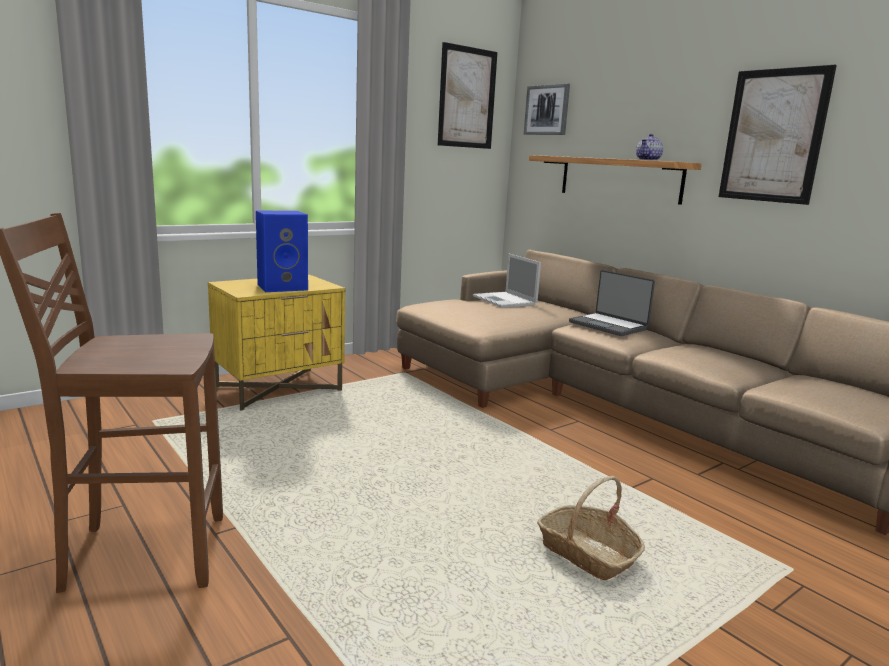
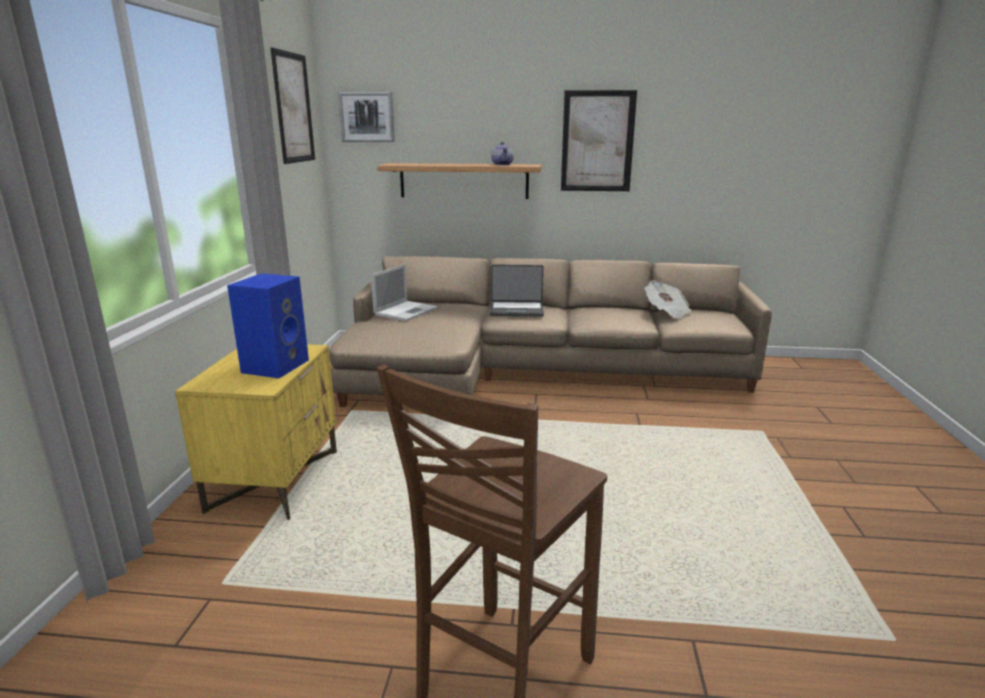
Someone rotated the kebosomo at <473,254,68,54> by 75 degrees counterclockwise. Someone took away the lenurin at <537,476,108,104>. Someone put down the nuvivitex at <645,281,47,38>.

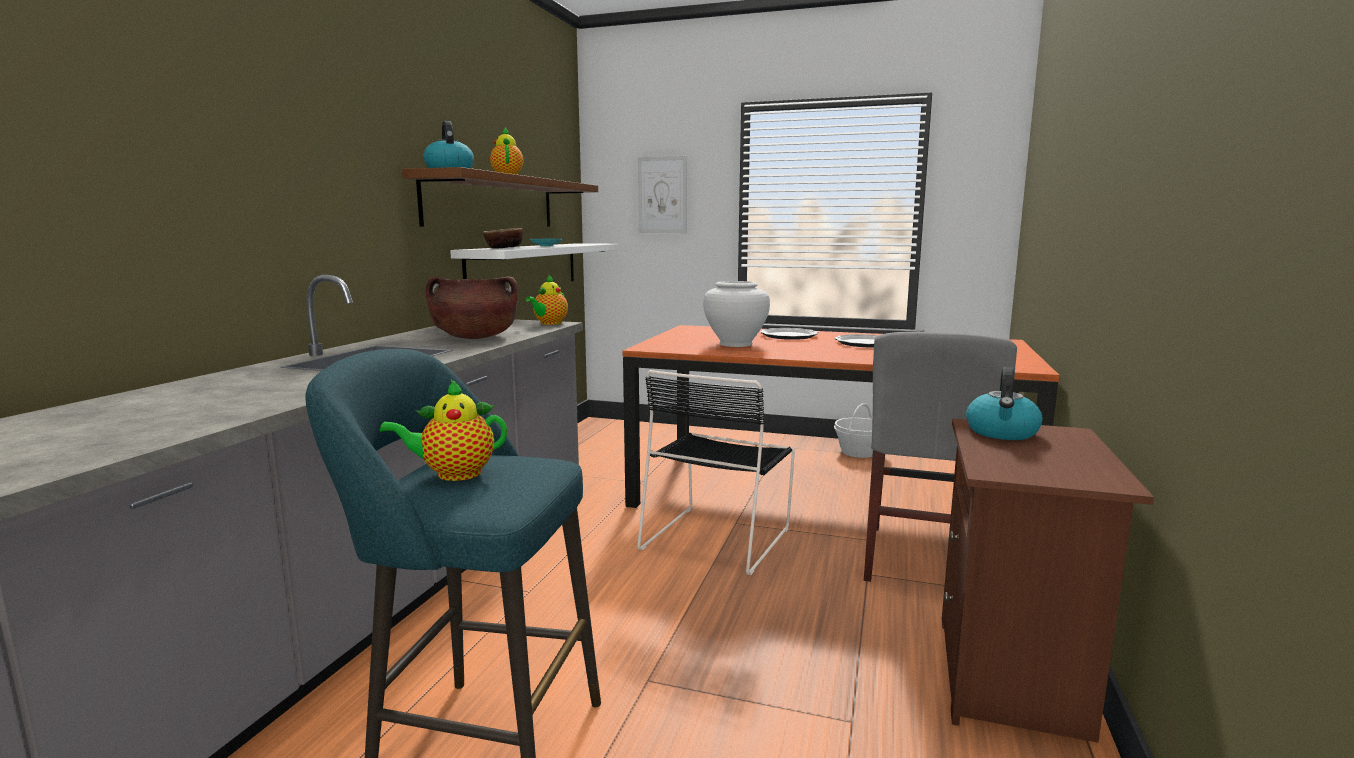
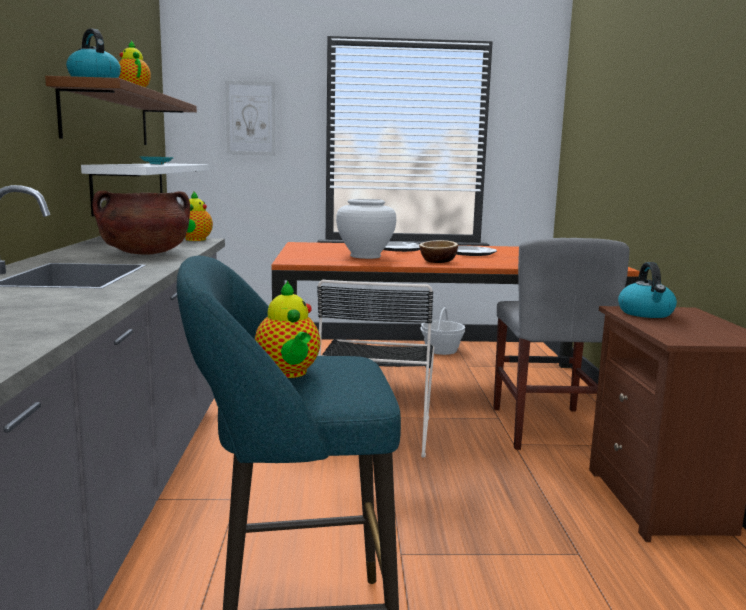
Someone carried the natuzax from <483,228,40,21> to <419,240,39,23>. Someone rotated the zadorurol at <379,380,128,101> by 75 degrees counterclockwise.

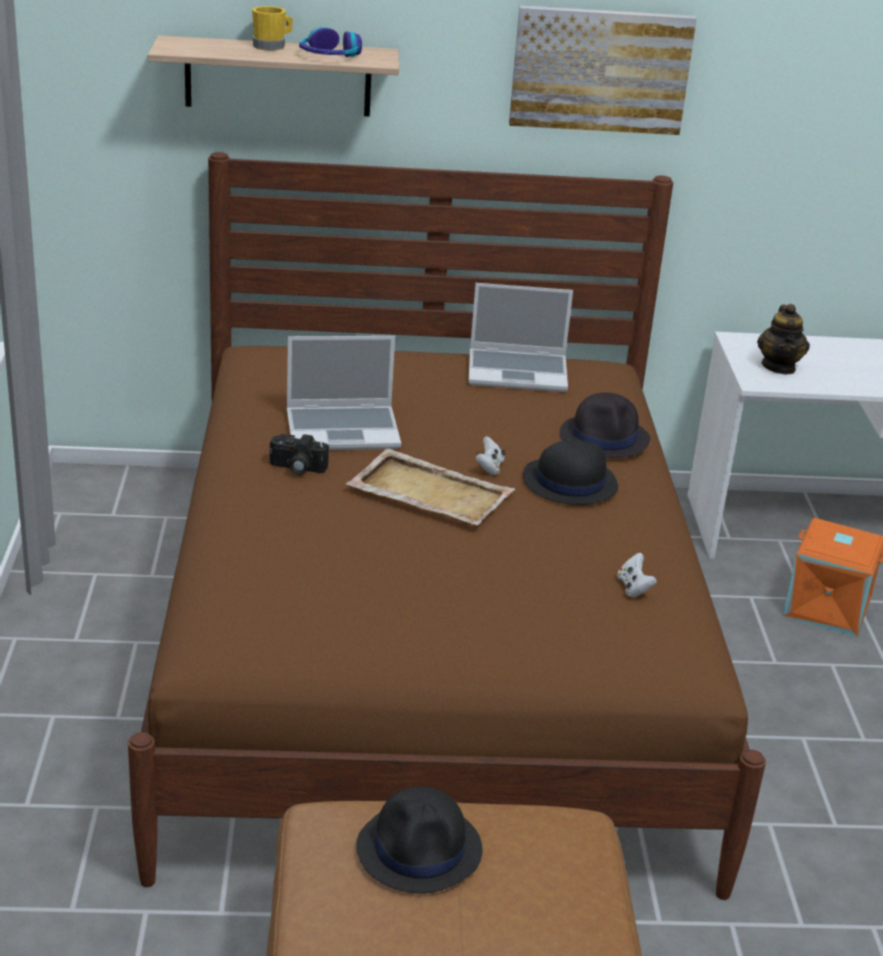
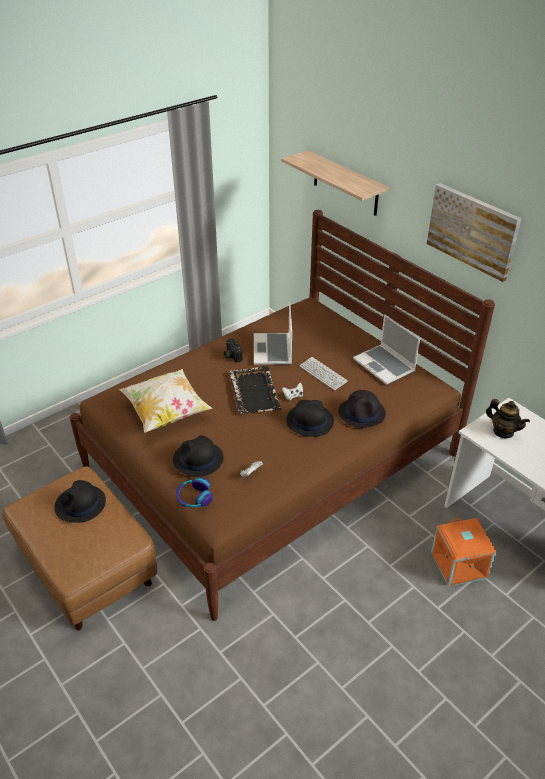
Someone took away the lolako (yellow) at <252,6,41,45>. Someone carried the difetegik from <299,27,63,30> to <176,477,37,30>. Someone rotated the zadorurol at <757,304,53,71> by 105 degrees counterclockwise. Someone rotated the kebosomo at <287,336,114,114> by 45 degrees clockwise. Someone repainted the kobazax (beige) at <346,448,169,77>, which became the kobazax (black) at <229,366,52,47>. Someone put down the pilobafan at <299,357,49,33>. Someone put down the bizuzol at <119,369,93,64>. Someone put down the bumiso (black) at <173,435,50,42>.

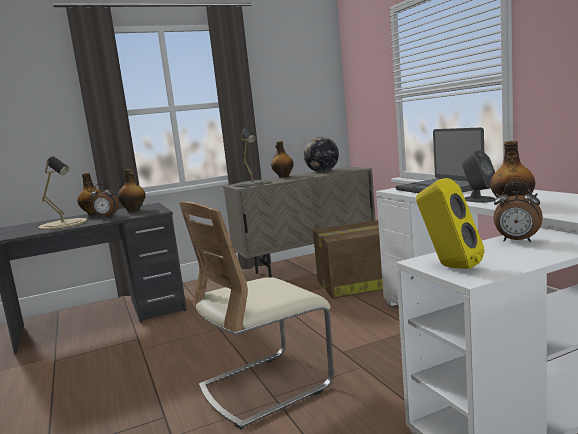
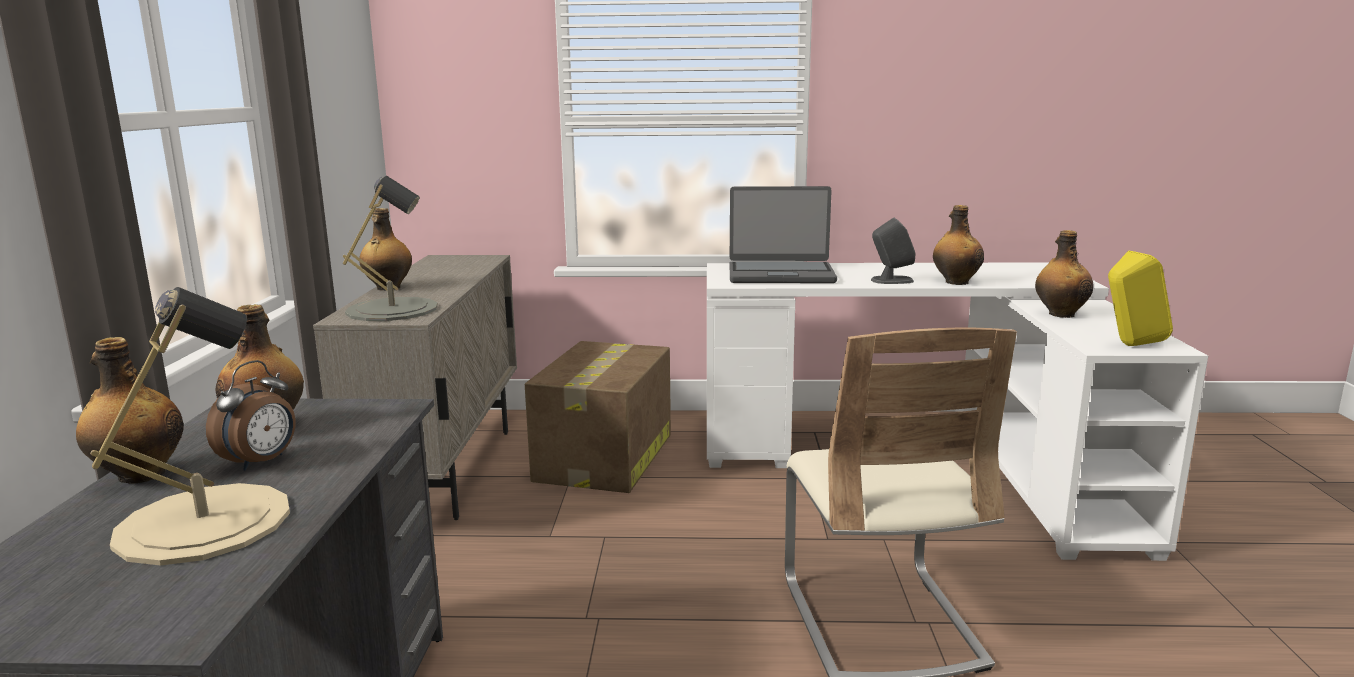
Someone took away the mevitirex at <304,137,35,35>. Someone swapped the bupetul at <493,182,50,60> for the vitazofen at <1035,230,59,88>.

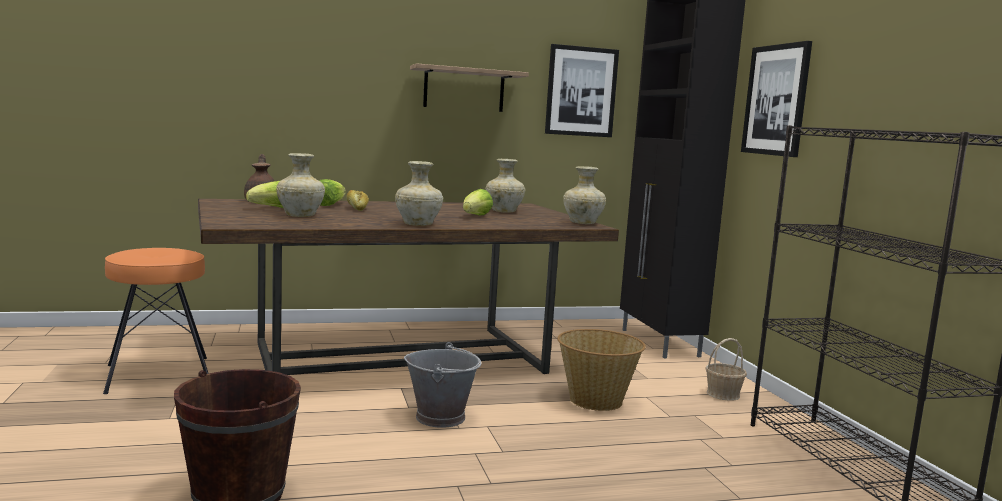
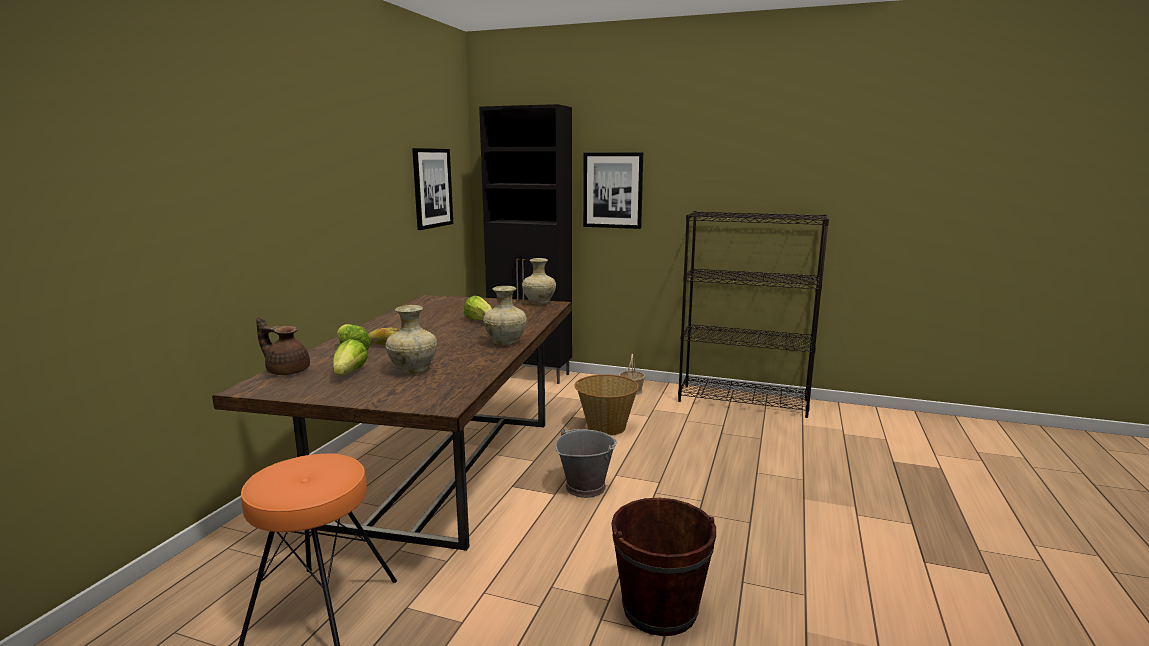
Someone took away the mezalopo at <410,63,119,49>. Someone took away the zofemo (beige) at <486,159,39,54>.

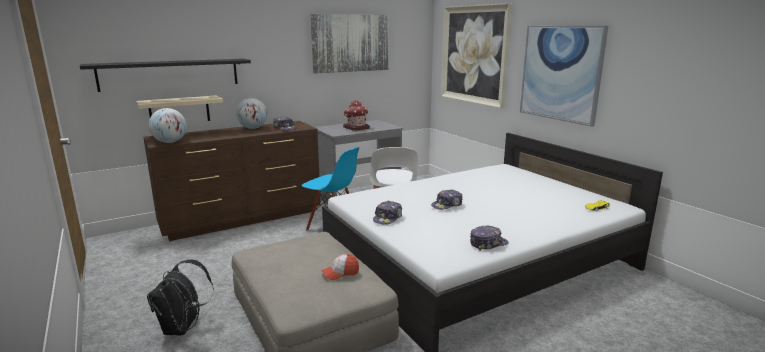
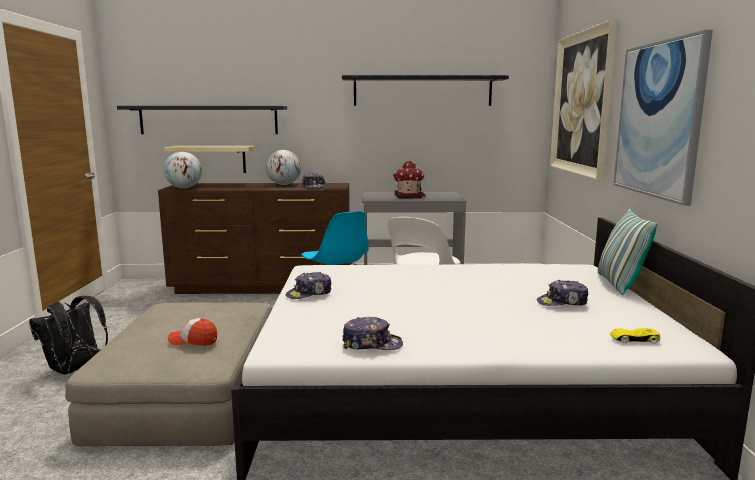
Someone swapped the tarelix at <311,14,78,60> for the mezalopo (black) at <342,75,167,31>. Someone carried the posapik from <431,189,31,21> to <537,280,51,26>. Someone put down the bizuzol at <598,208,60,87>.

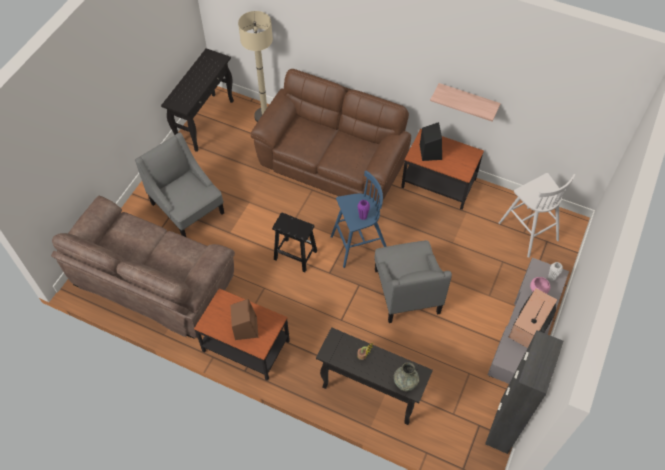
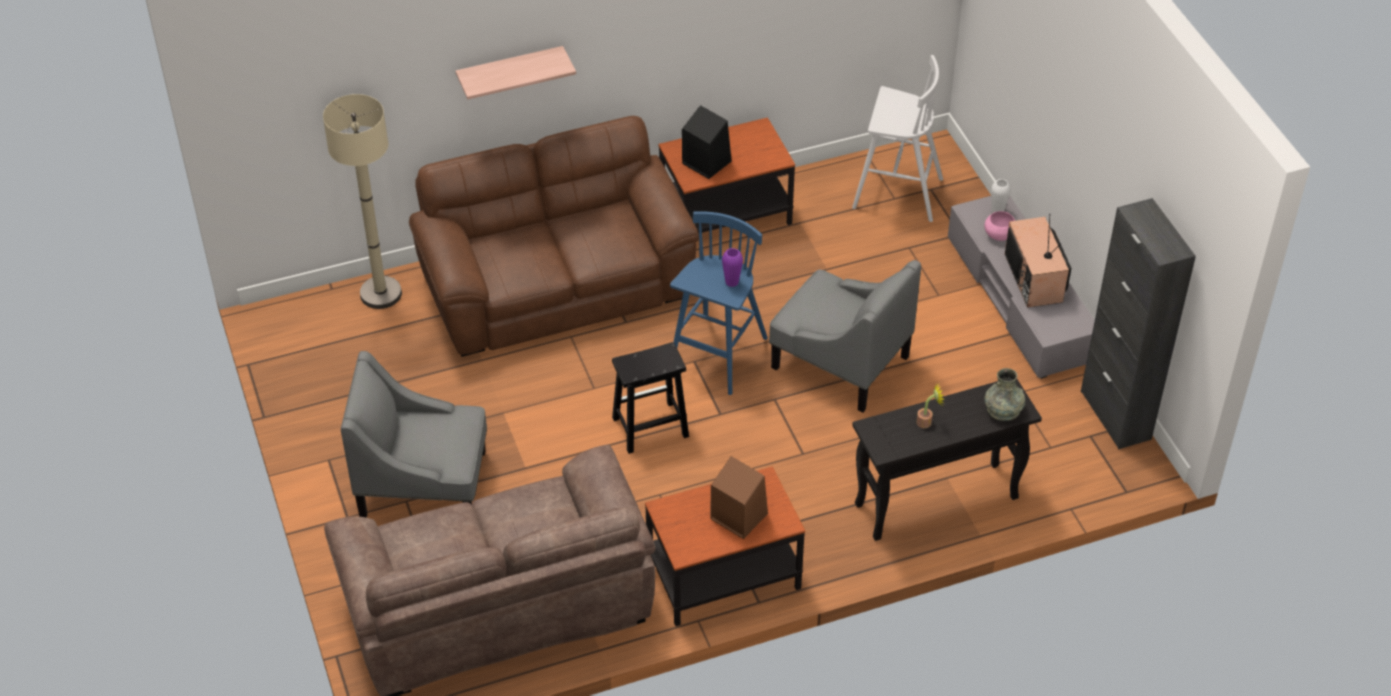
Someone took away the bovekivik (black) at <161,48,73,104>. Someone carried the mezalopo from <430,83,71,39> to <455,46,121,53>.

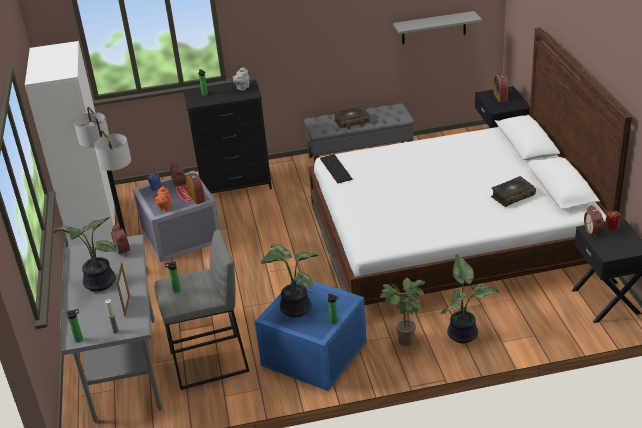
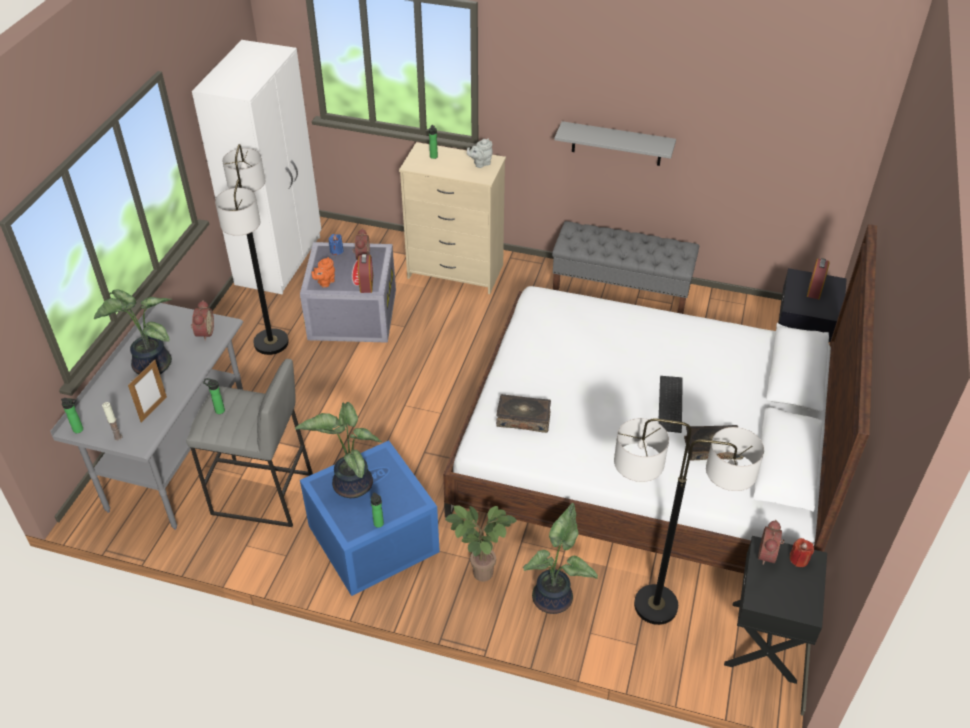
Someone carried the mezalopo (grey) from <393,11,89,33> to <554,121,122,45>. Someone repainted the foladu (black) at <184,80,88,113>, which became the foladu (beige) at <399,142,107,152>. Someone carried the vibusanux from <334,106,36,23> to <496,394,55,39>. Someone carried the pilobafan from <320,154,32,29> to <658,376,25,57>. Someone put down the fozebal at <614,418,150,207>.

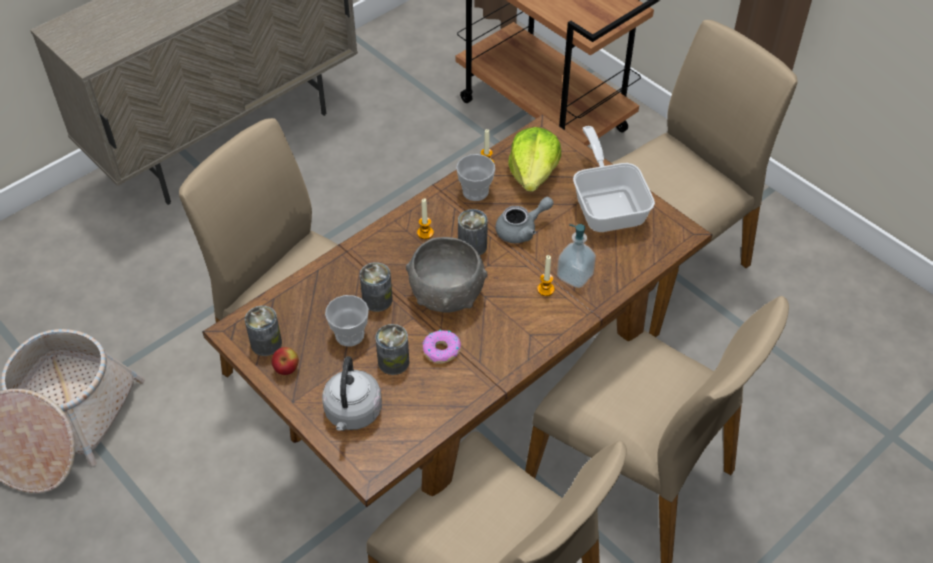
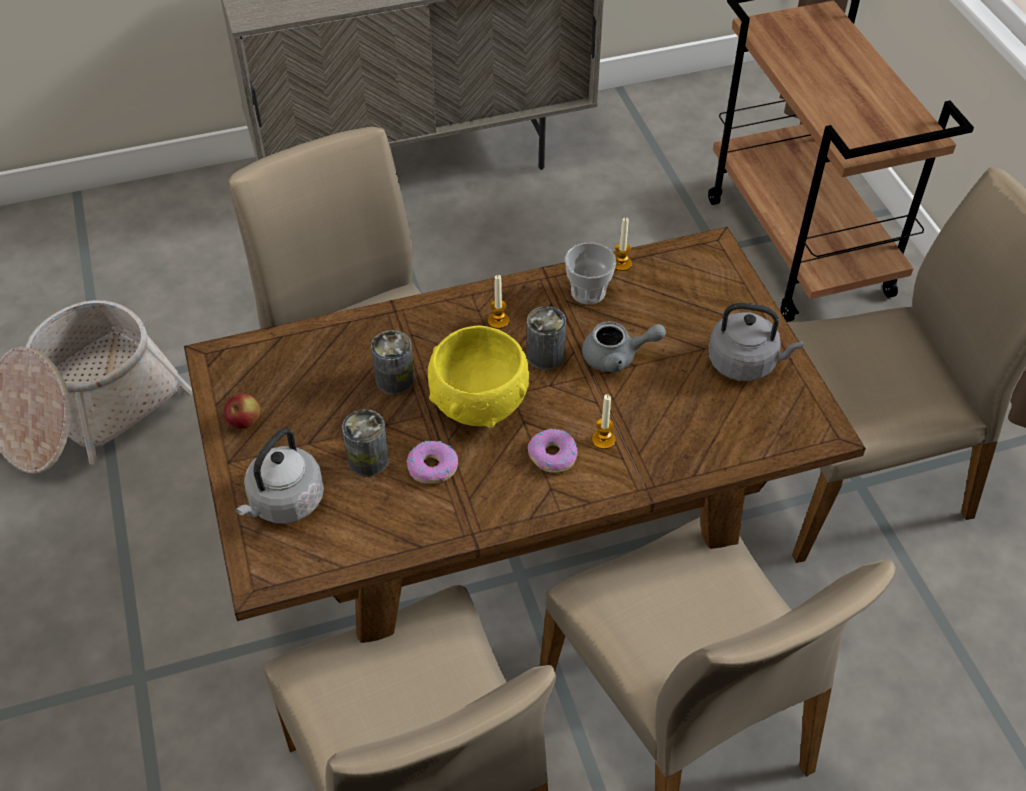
Someone swapped the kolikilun at <573,126,82,106> for the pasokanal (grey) at <708,303,95,78>. Someone took away the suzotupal at <508,127,53,65>. Someone took away the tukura at <557,224,39,64>. Someone repainted the natuzax (grey) at <406,237,82,76>, which became the natuzax (yellow) at <428,325,101,103>. Someone took away the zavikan at <325,295,44,52>. Someone took away the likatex at <245,306,37,50>. Someone put down the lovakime at <528,429,49,44>.

